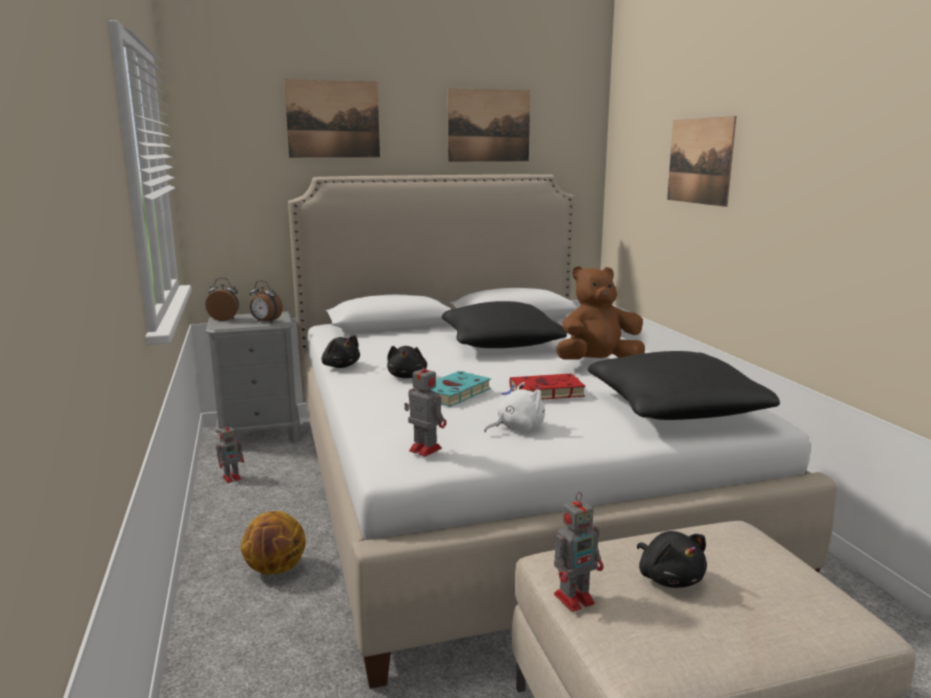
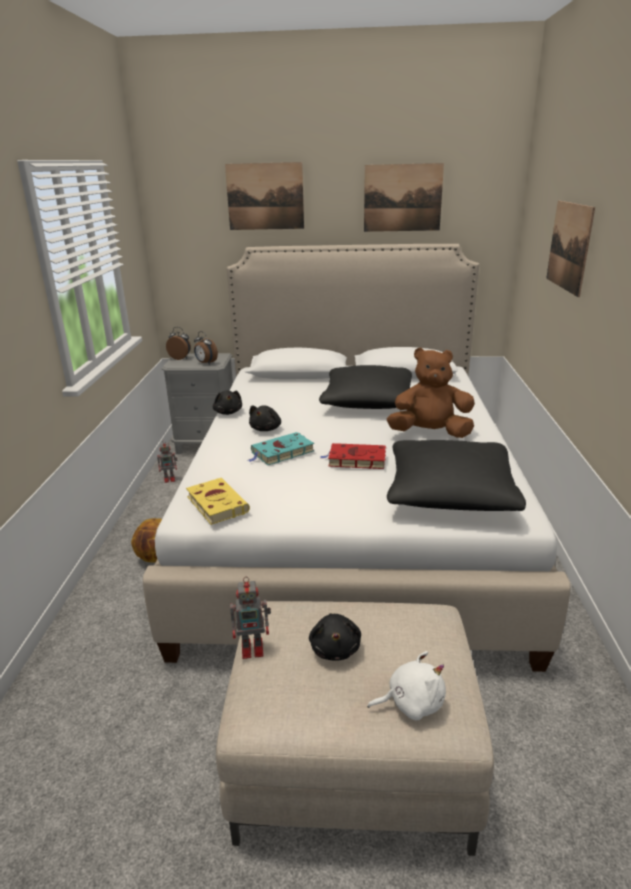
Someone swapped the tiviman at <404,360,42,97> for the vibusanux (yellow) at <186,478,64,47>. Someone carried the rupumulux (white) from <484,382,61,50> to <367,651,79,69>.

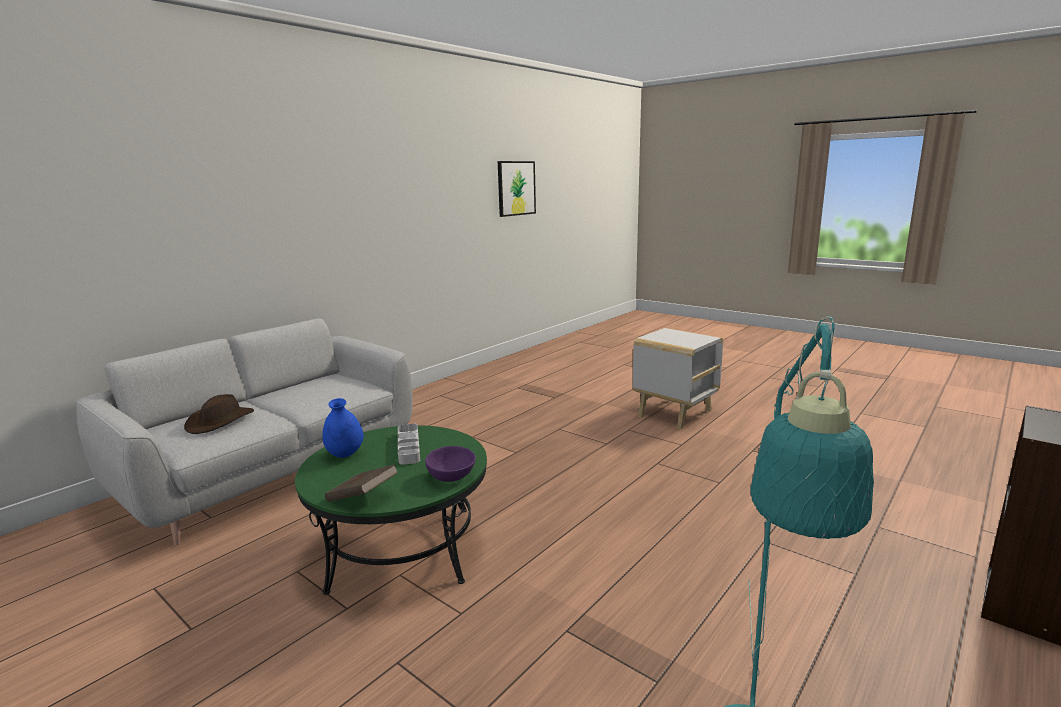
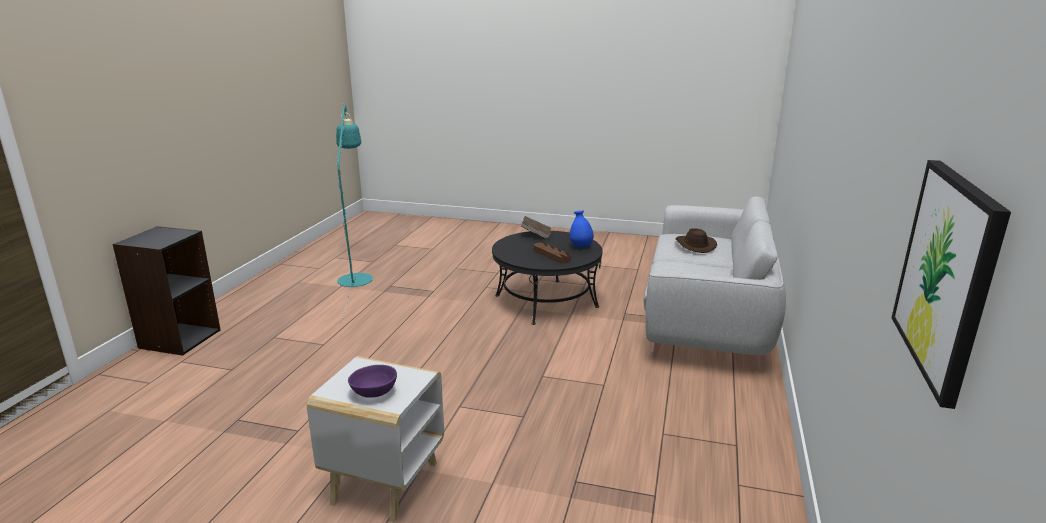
Someone repainted the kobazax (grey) at <398,423,22,42>, which became the kobazax (brown) at <533,242,38,22>. Someone repainted the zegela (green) at <295,425,192,170>, which became the zegela (black) at <492,231,111,94>. Someone carried the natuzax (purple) from <425,446,51,36> to <348,365,49,33>.

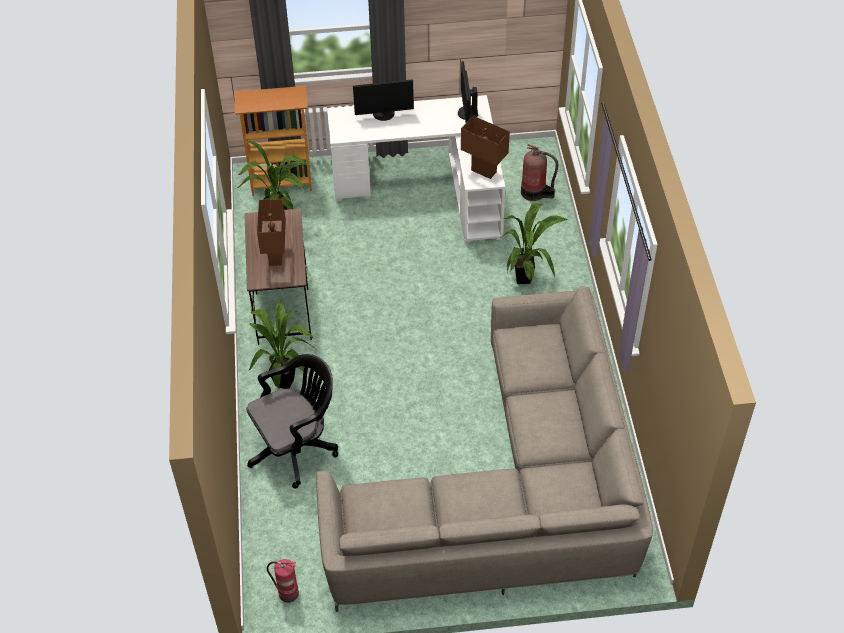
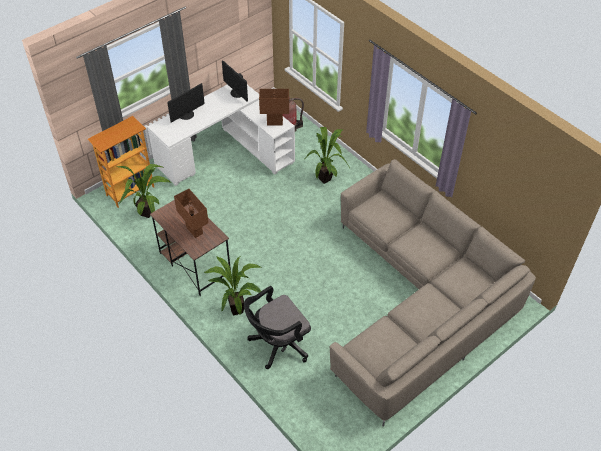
Someone rotated the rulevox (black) at <247,354,91,135> by 150 degrees counterclockwise. Someone took away the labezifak at <267,559,32,44>.

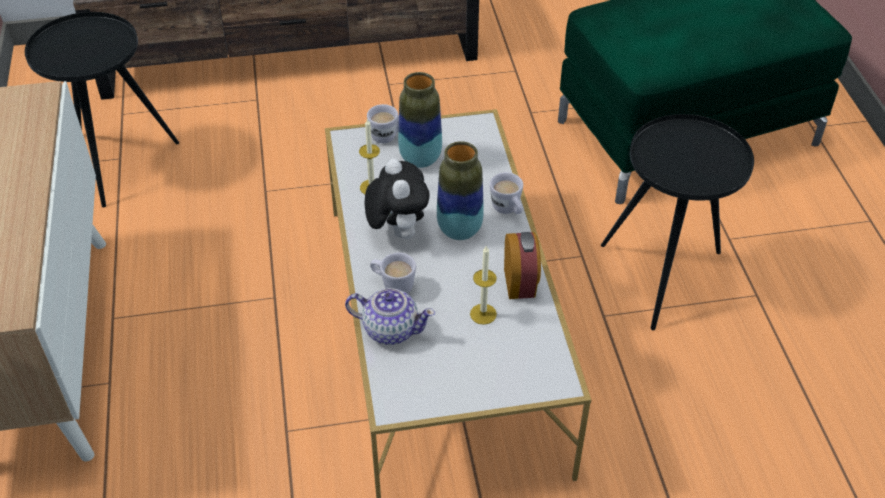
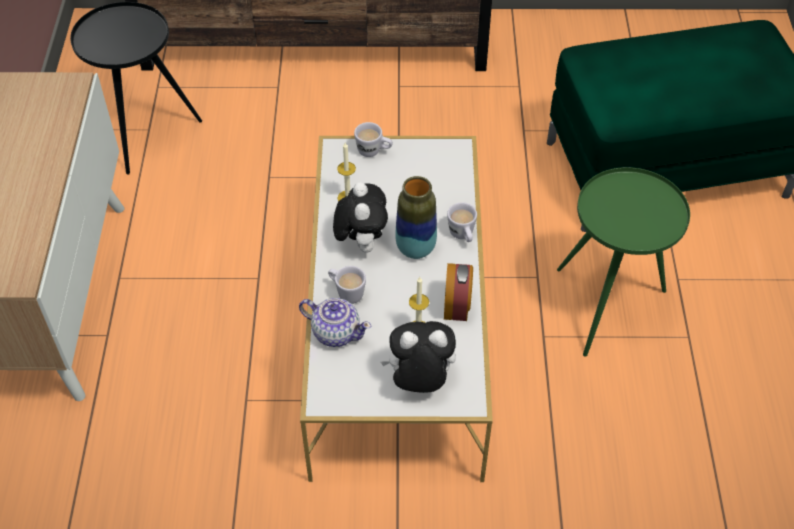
Someone took away the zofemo at <398,72,44,96>. Someone repainted the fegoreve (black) at <601,114,153,216>, which became the fegoreve (green) at <557,167,133,190>. Someone put down the rupumulux at <381,321,75,72>.

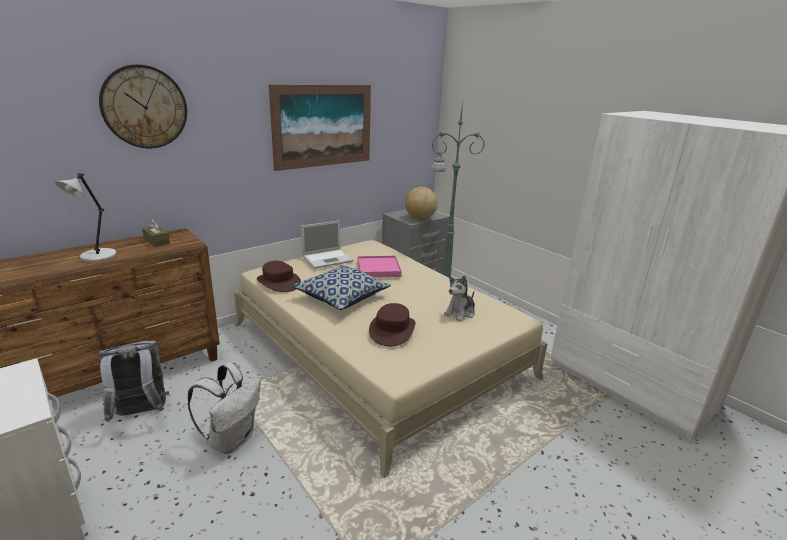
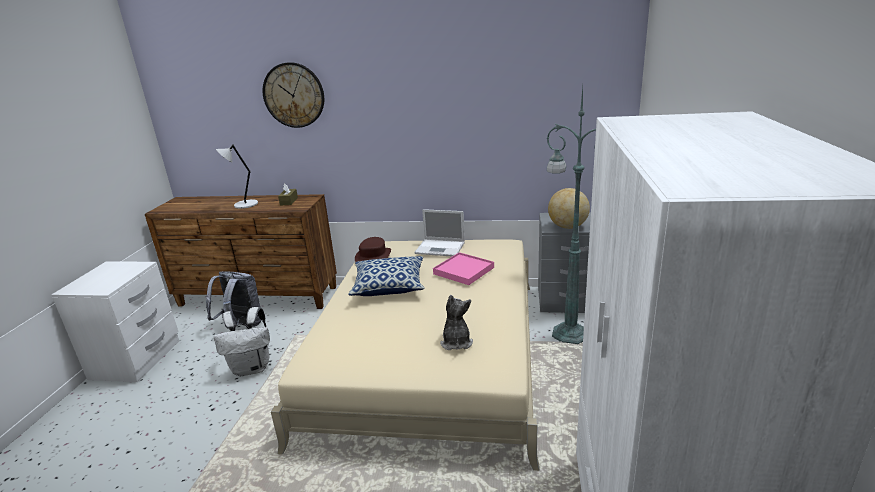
Someone took away the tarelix at <269,85,102,86>. Someone rotated the rupumulux at <444,275,31,47> by 90 degrees clockwise. Someone took away the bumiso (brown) at <369,303,46,43>.

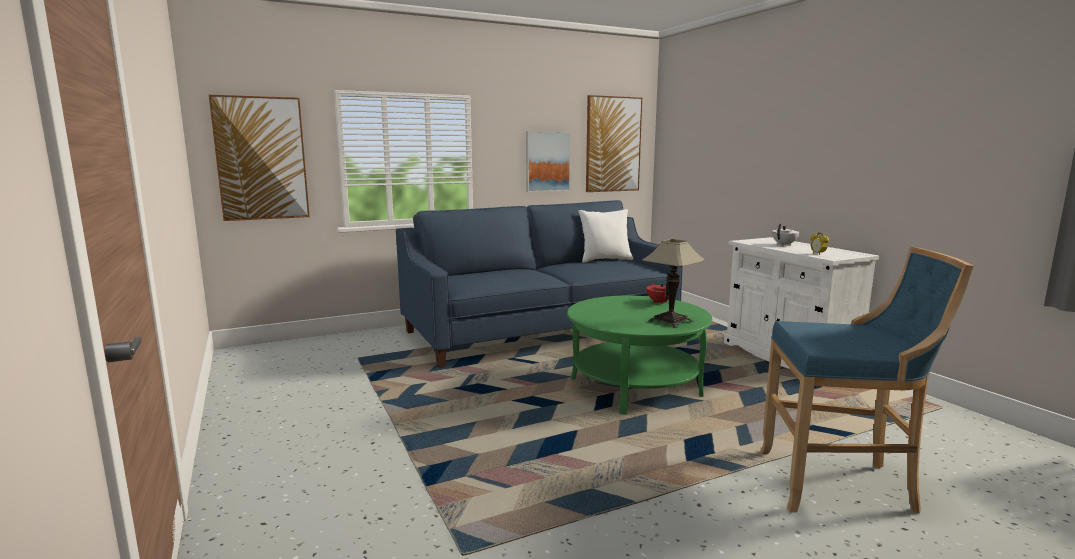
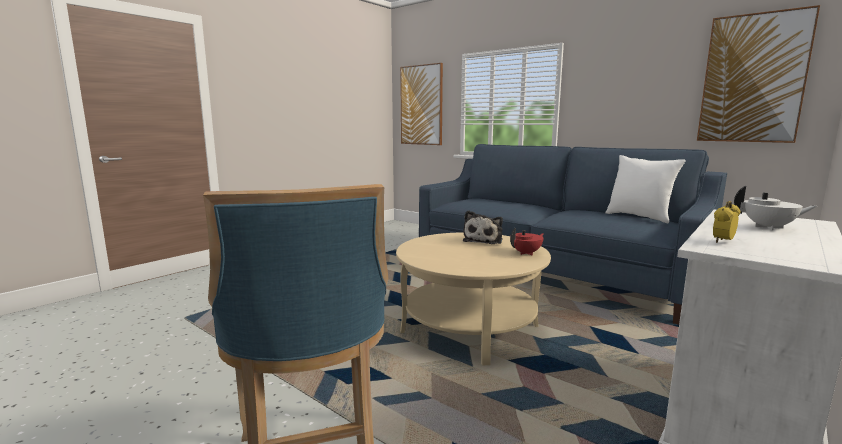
Someone took away the tarelix at <526,131,45,61>. Someone took away the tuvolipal at <642,239,64,89>. Someone repainted the zegela (green) at <567,296,145,119>, which became the zegela (beige) at <396,232,155,133>. Someone put down the rupumulux at <463,210,40,34>.

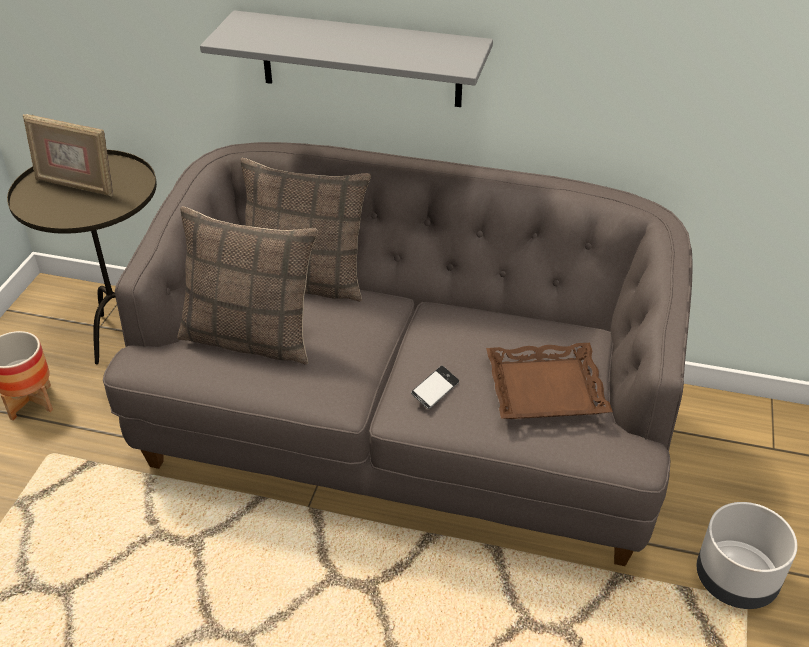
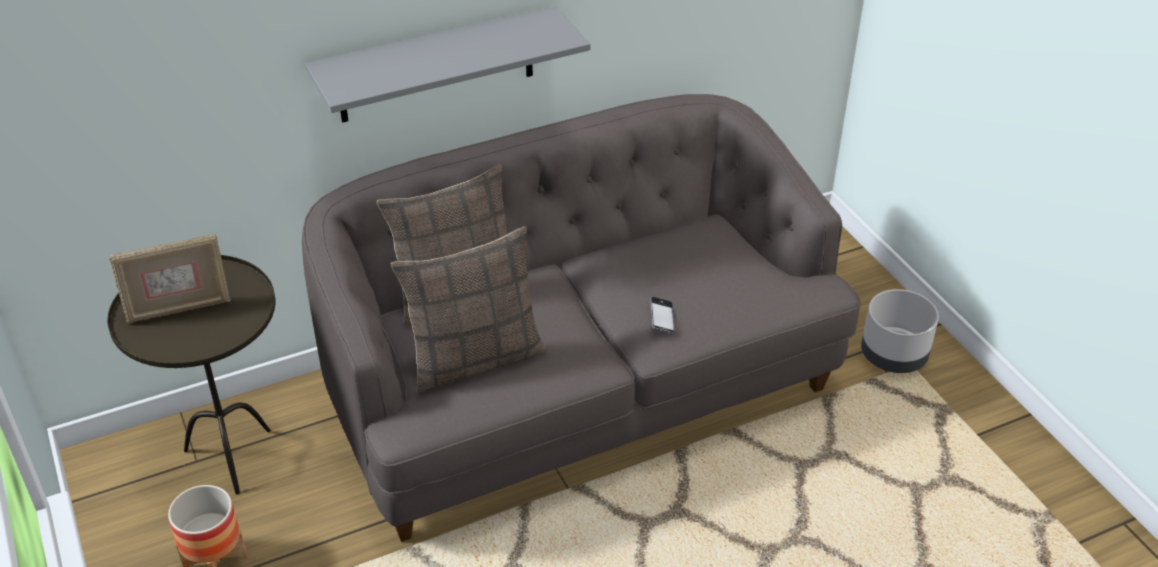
Someone took away the kobazax (brown) at <486,343,127,76>.

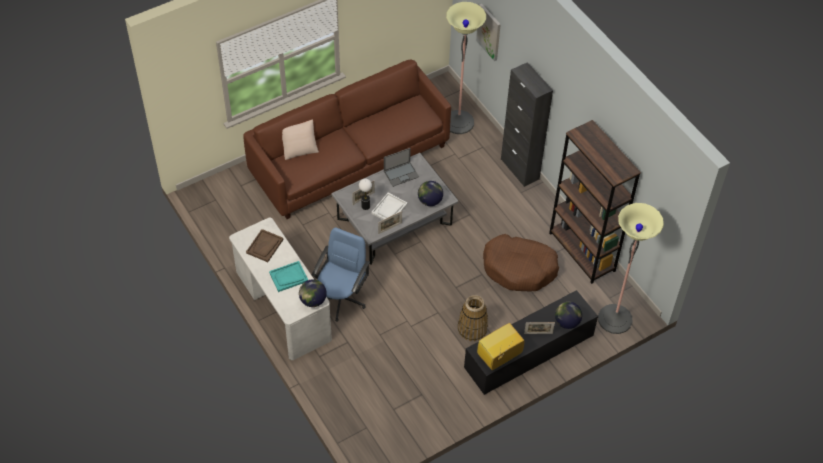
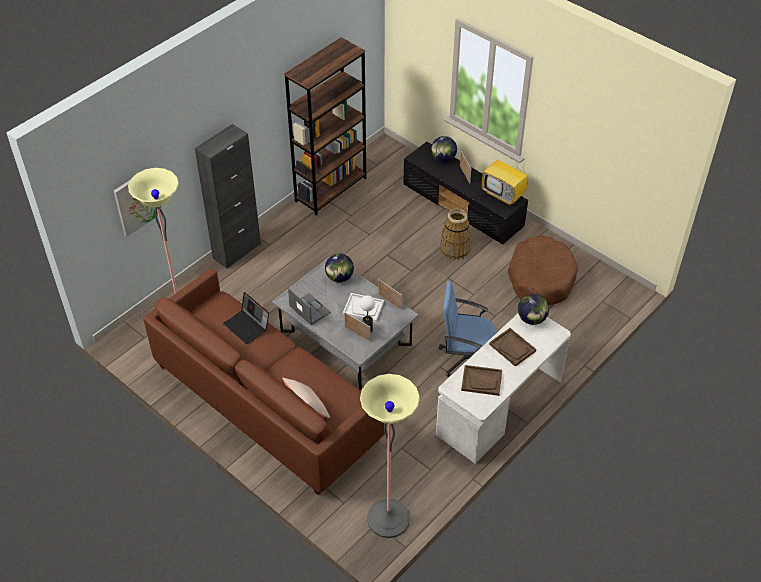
Someone carried the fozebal from <598,203,66,131> to <360,374,60,164>. Someone carried the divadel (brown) from <483,234,76,57> to <508,235,70,70>. Someone repainted the kobazax (turquoise) at <269,261,39,31>, which became the kobazax (brown) at <489,328,47,39>. Someone put down the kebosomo at <223,292,46,52>.

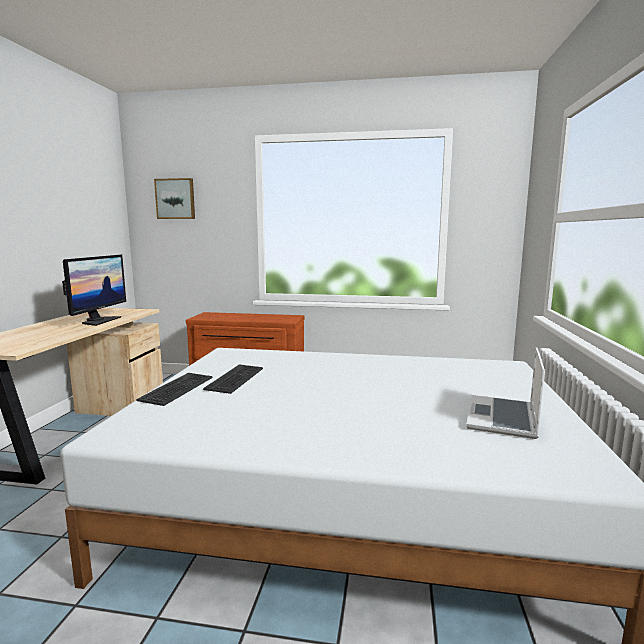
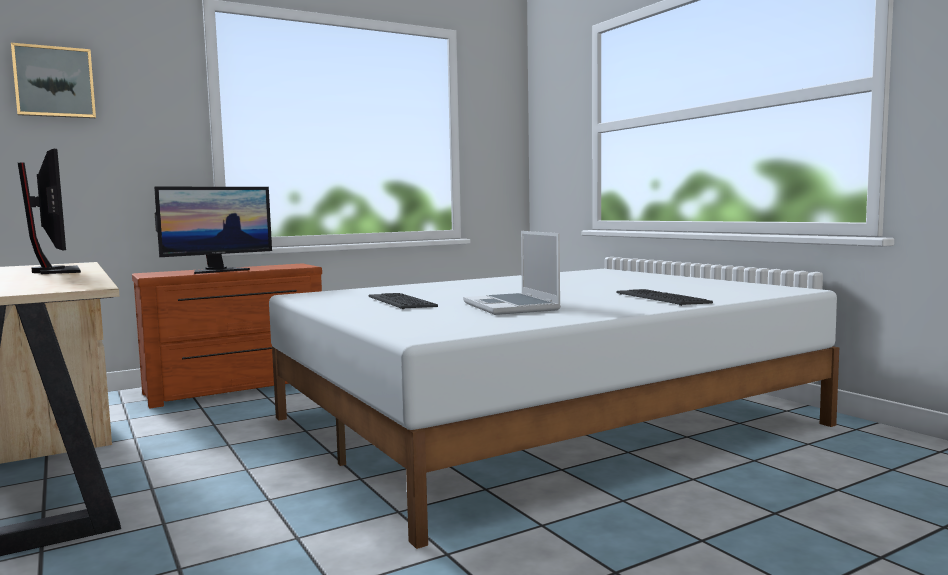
Someone carried the kebosomo from <466,347,79,92> to <463,231,98,84>. Someone carried the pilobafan from <136,373,76,33> to <616,289,97,17>. Someone put down the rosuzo at <154,187,118,87>.

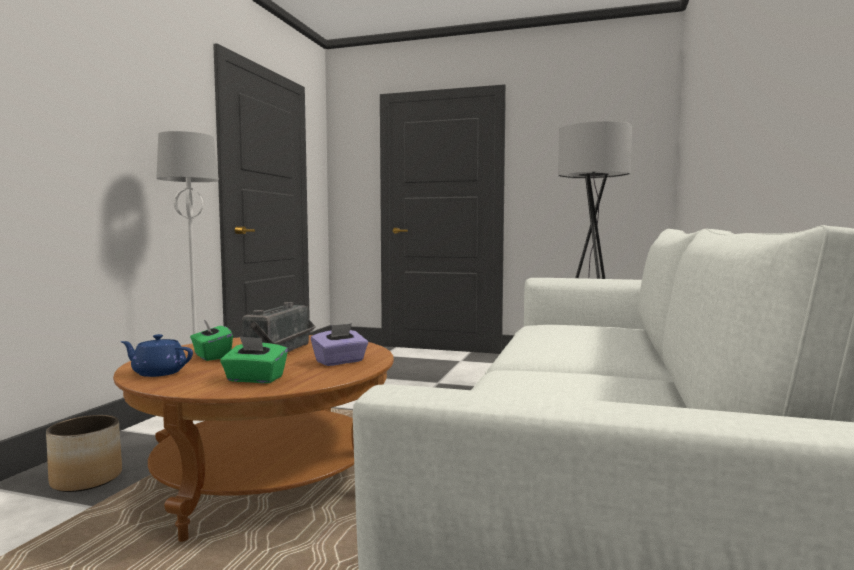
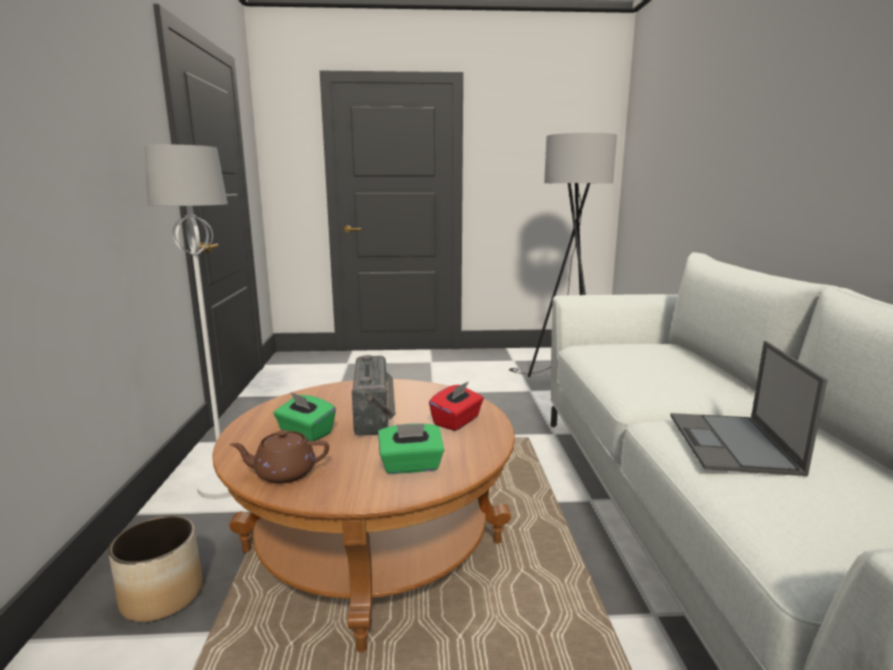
Someone repainted the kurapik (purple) at <311,323,57,43>, which became the kurapik (red) at <429,381,55,50>. Someone repainted the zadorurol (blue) at <121,334,72,43>, which became the zadorurol (brown) at <230,430,99,54>. Someone put down the kebosomo at <670,341,157,135>.

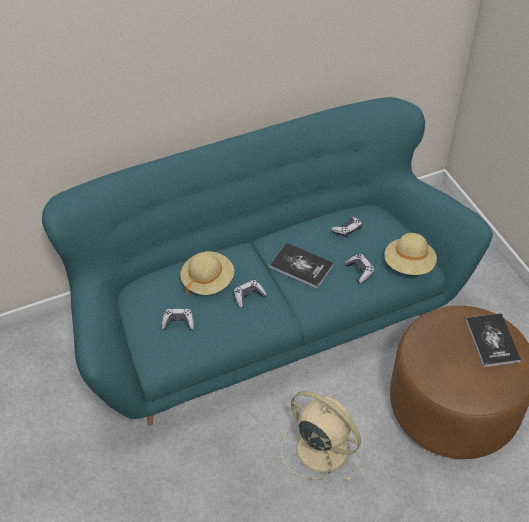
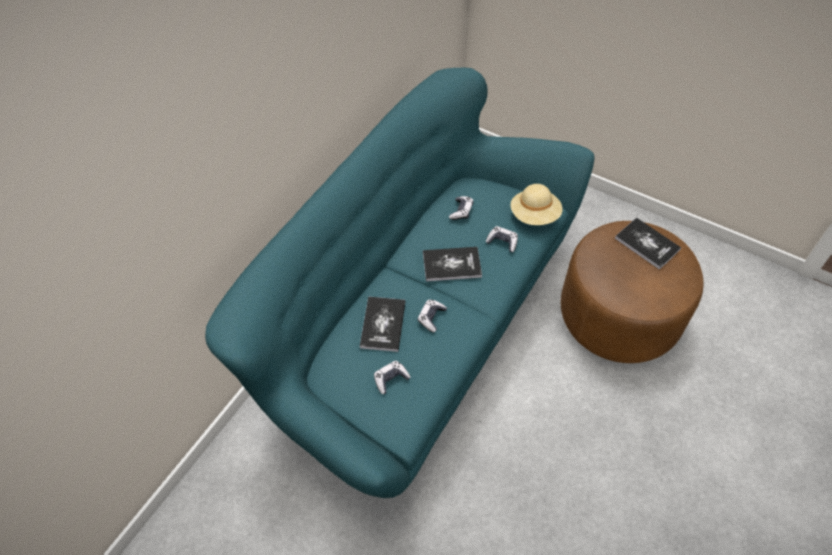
Someone swapped the bumiso (beige) at <180,251,54,45> for the vibusanux at <360,296,46,56>. Someone took away the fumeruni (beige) at <281,391,81,91>.

